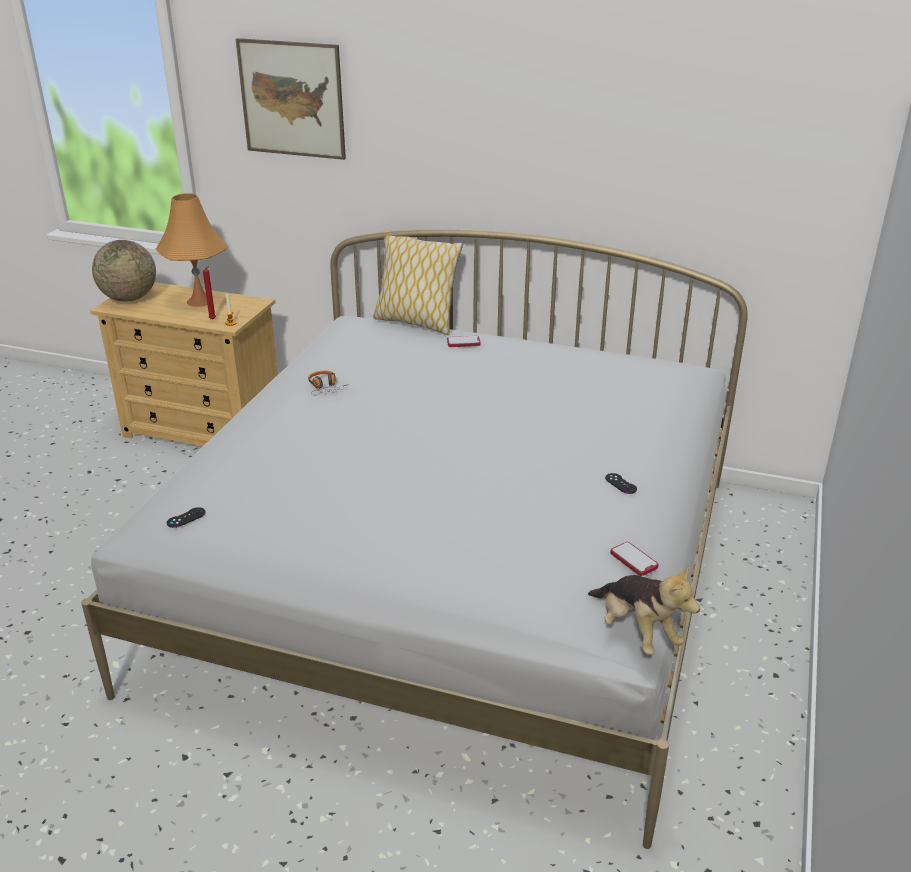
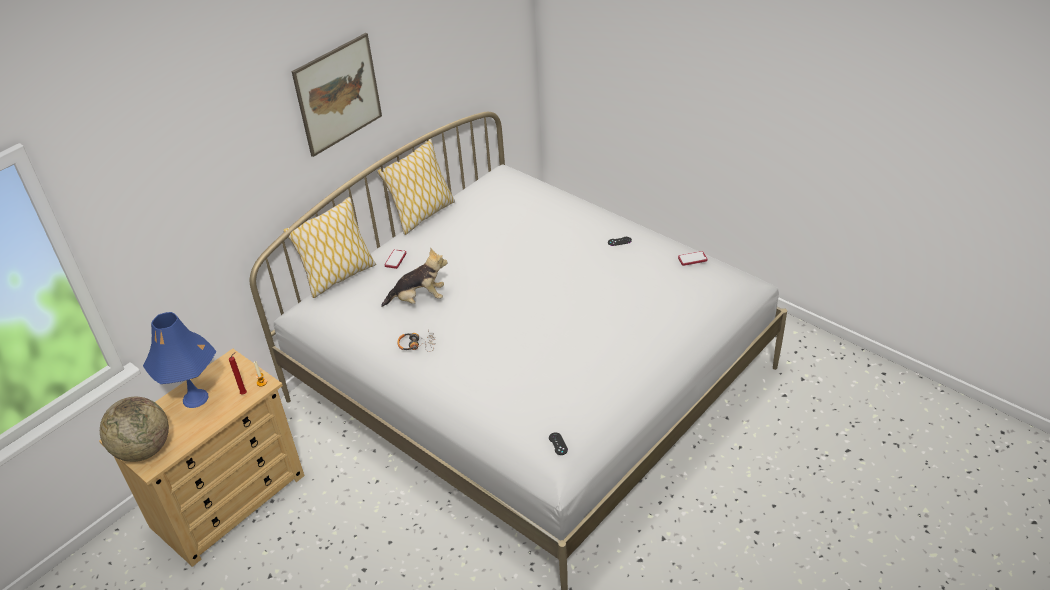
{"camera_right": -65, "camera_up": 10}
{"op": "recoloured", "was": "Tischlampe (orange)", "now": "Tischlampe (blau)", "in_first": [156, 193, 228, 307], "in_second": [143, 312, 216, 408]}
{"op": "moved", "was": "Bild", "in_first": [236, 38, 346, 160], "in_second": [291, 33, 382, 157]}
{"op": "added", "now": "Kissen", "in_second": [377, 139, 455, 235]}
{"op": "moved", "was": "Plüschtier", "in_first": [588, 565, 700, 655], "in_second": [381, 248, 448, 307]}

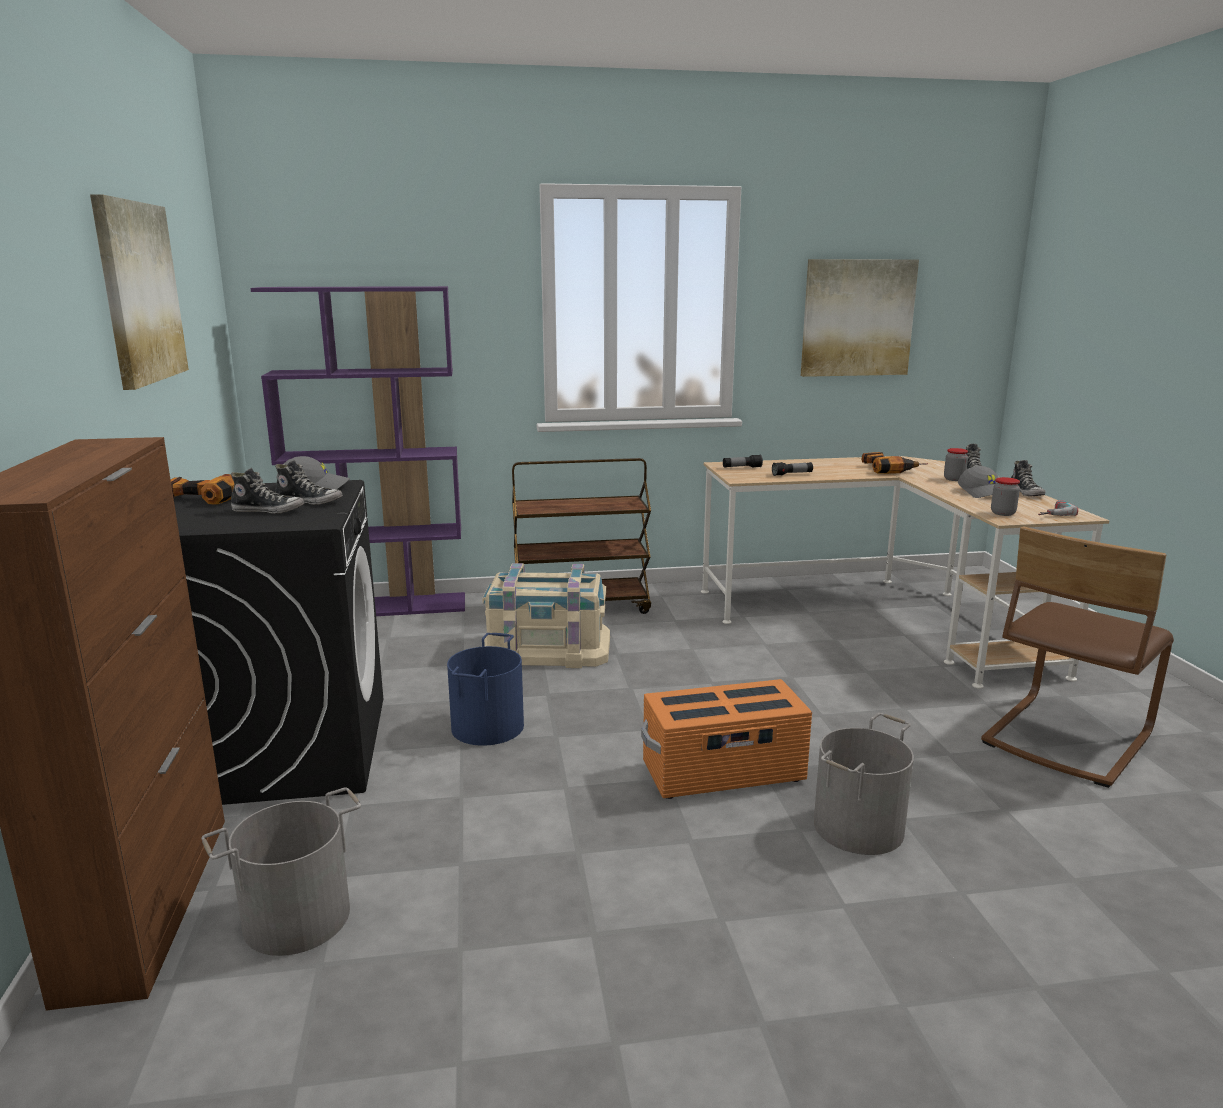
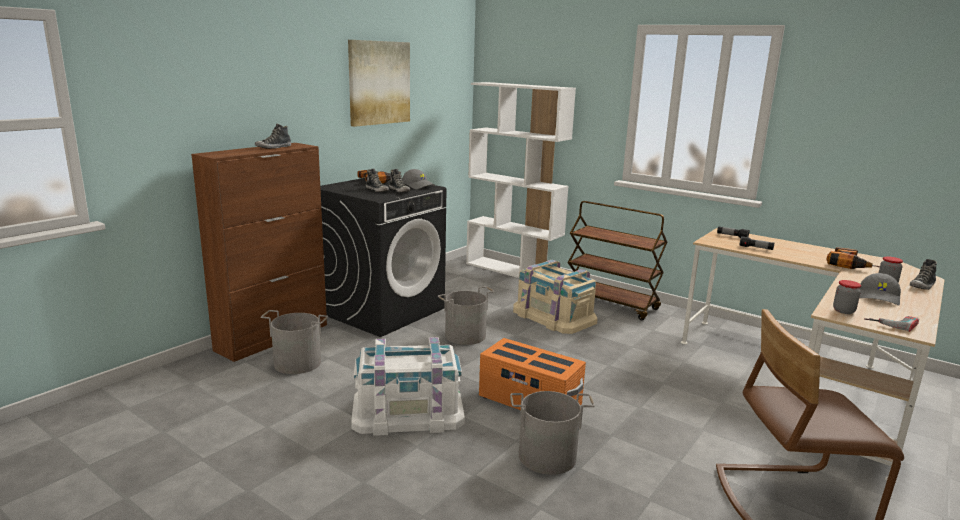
{"camera_right": 45, "camera_up": 0}
{"op": "moved", "was": "Schuh", "in_first": [1011, 460, 1045, 496], "in_second": [255, 124, 291, 149]}
{"op": "added", "now": "Aufbewahrungsbox (weiß)", "in_second": [351, 337, 465, 436]}
{"op": "recoloured", "was": "Eimer (blau)", "now": "Eimer (grau)", "in_first": [447, 633, 524, 746], "in_second": [438, 286, 494, 345]}
{"op": "recoloured", "was": "Bücherregal (lila)", "now": "Bücherregal (weiß)", "in_first": [250, 286, 465, 616], "in_second": [466, 82, 576, 278]}
{"op": "removed", "was": "Bild", "in_first": [801, 259, 919, 377]}

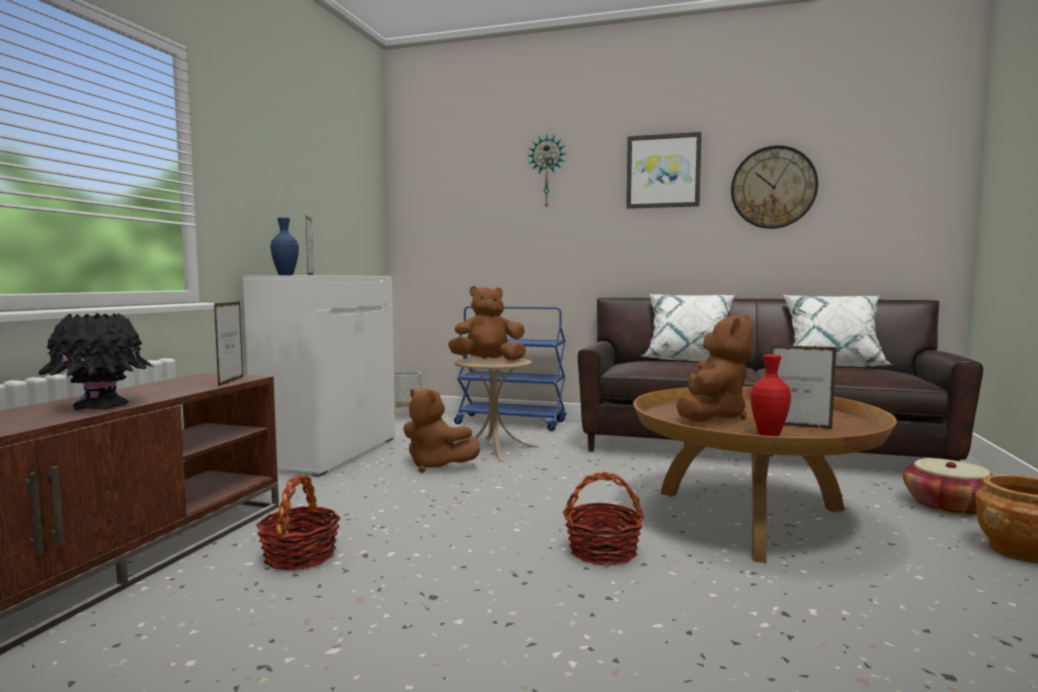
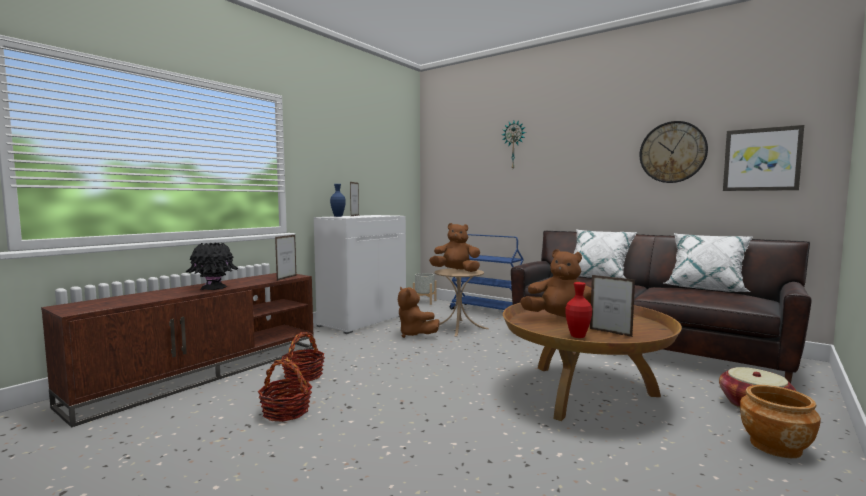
{"camera_right": 20, "camera_up": 0}
{"op": "moved", "was": "Korb", "in_first": [563, 472, 644, 566], "in_second": [258, 359, 312, 422]}
{"op": "turned", "was": "Plüschtier (braun)", "in_first": [676, 314, 753, 422], "in_second": [520, 249, 591, 317], "clockwise": -105}
{"op": "moved", "was": "Bild", "in_first": [626, 132, 702, 209], "in_second": [723, 125, 804, 191]}

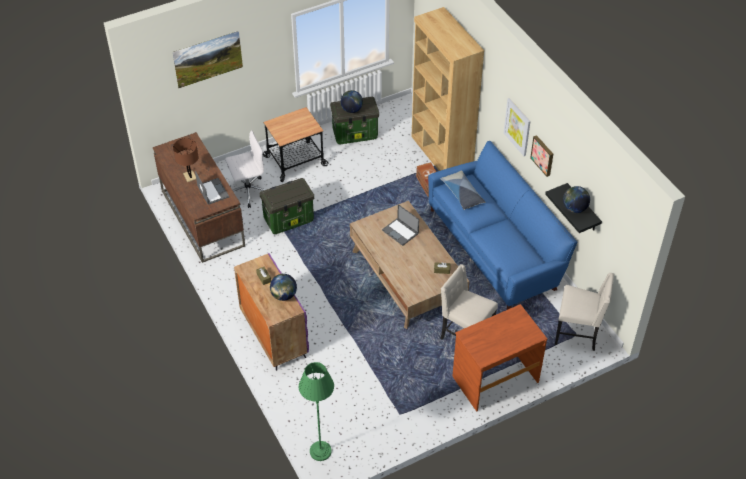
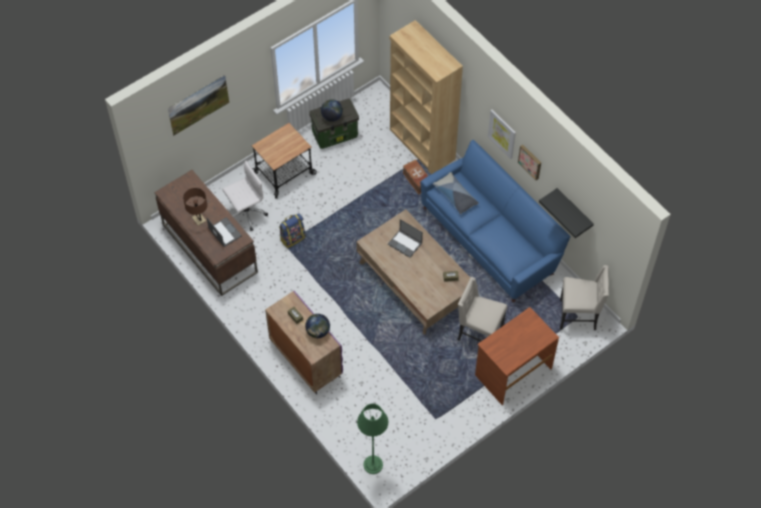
{"camera_right": -10, "camera_up": 10}
{"op": "replaced", "was": "Aufbewahrungsbox", "now": "Rucksack", "in_first": [260, 178, 314, 234], "in_second": [279, 213, 306, 248]}
{"op": "removed", "was": "Globus", "in_first": [563, 186, 590, 213]}

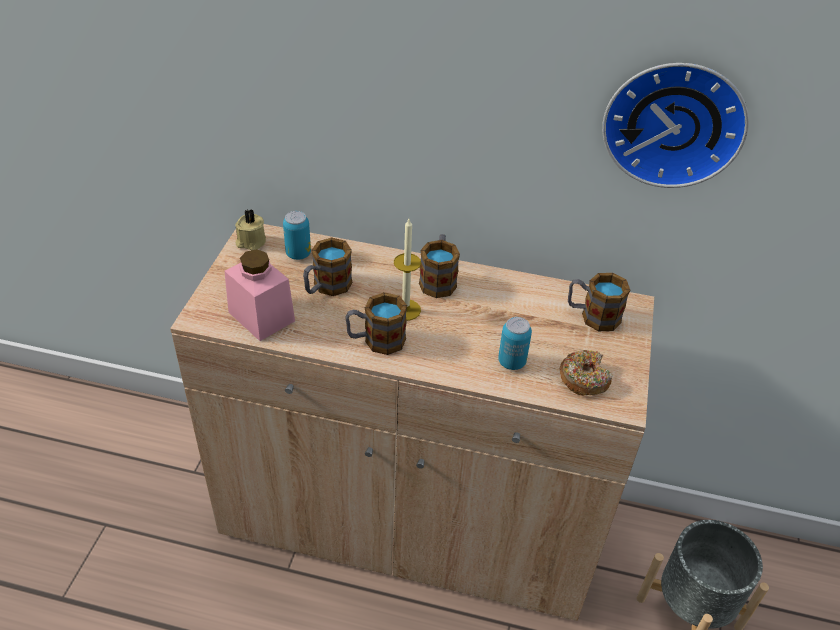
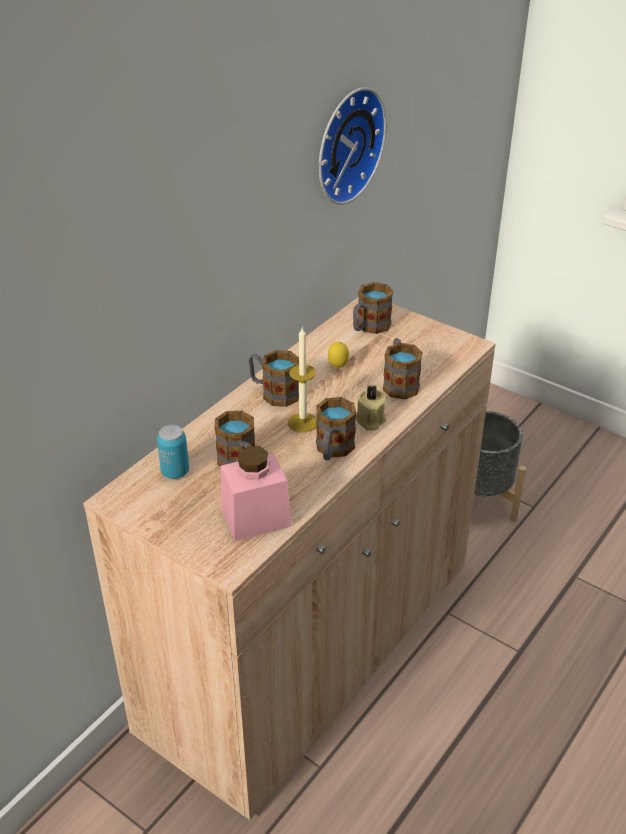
{"camera_right": -65, "camera_up": -5}
{"op": "added", "now": "Zitrone", "in_second": [328, 342, 349, 368]}
{"op": "moved", "was": "Kerze (beige)", "in_first": [235, 209, 266, 250], "in_second": [355, 386, 386, 431]}
{"op": "replaced", "was": "Dose", "now": "Henkelbecher", "in_first": [498, 317, 532, 370], "in_second": [383, 338, 423, 399]}
{"op": "removed", "was": "Donut", "in_first": [559, 350, 612, 396]}

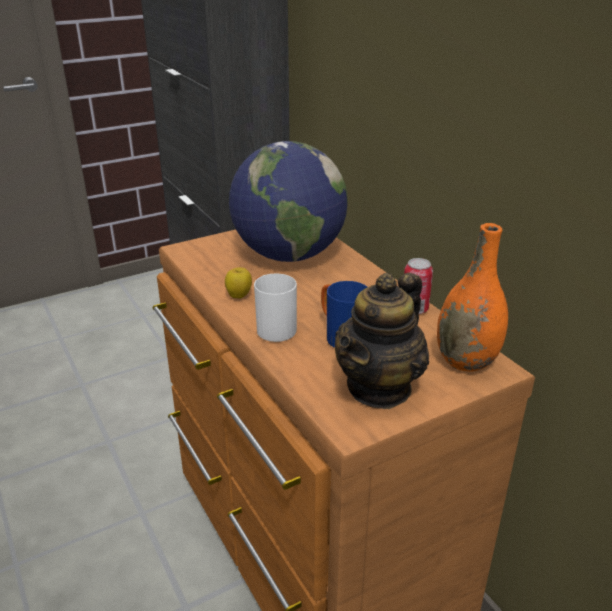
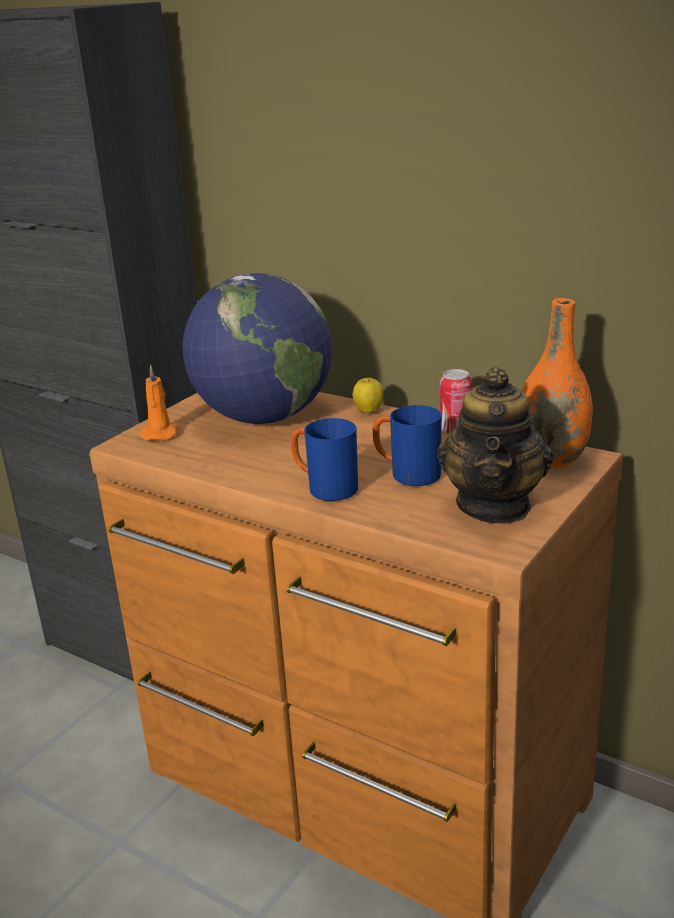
{"camera_right": -25, "camera_up": -5}
{"op": "added", "now": "Kerze (orange)", "in_second": [140, 365, 179, 440]}
{"op": "recoloured", "was": "Henkelbecher (weiß)", "now": "Henkelbecher (blau)", "in_first": [254, 274, 297, 342], "in_second": [291, 418, 358, 501]}
{"op": "moved", "was": "Apfel", "in_first": [225, 267, 252, 298], "in_second": [353, 378, 383, 413]}

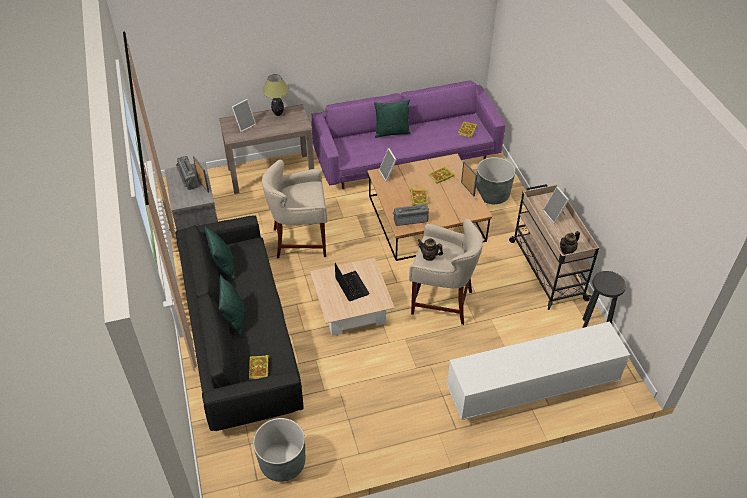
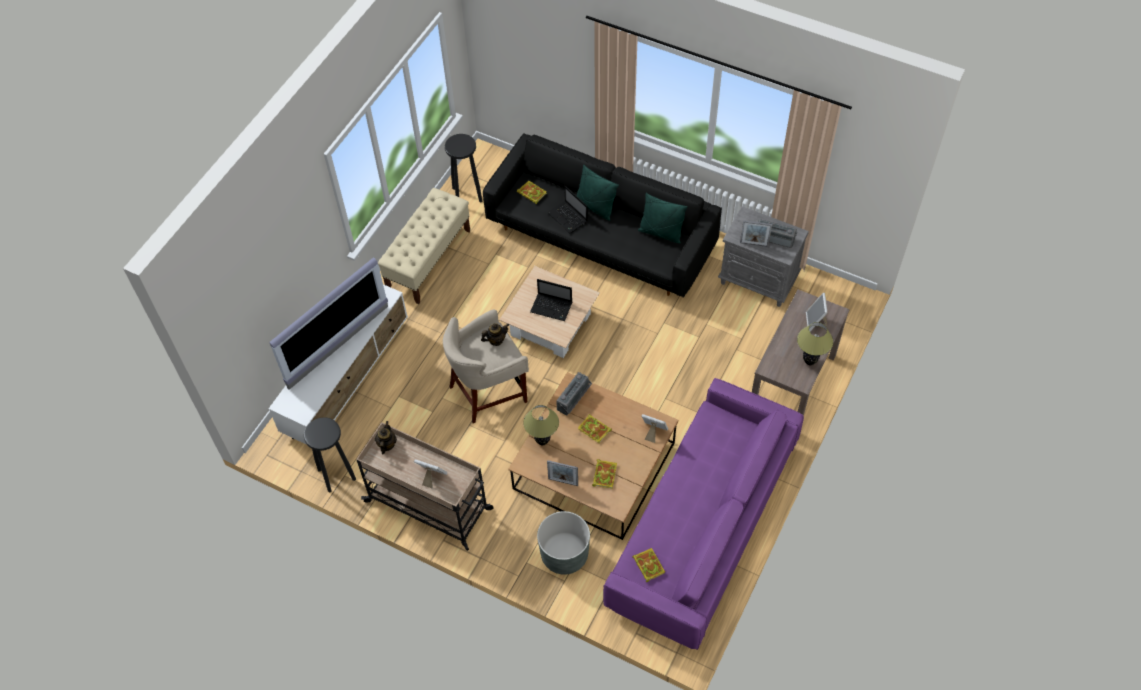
{"camera_right": 135, "camera_up": 10}
{"op": "added", "now": "Fernseher", "in_second": [269, 257, 388, 390]}
{"op": "added", "now": "Bank (beige)", "in_second": [378, 188, 470, 304]}
{"op": "replaced", "was": "Pflanzkübel (grau)", "now": "Hocker (schwarz)", "in_first": [253, 418, 305, 482], "in_second": [445, 134, 482, 202]}
{"op": "added", "now": "Tischlampe", "in_second": [523, 405, 559, 445]}
{"op": "added", "now": "Laptop", "in_second": [547, 186, 588, 233]}
{"op": "removed", "was": "Hocker (beige)", "in_first": [262, 160, 327, 259]}
{"op": "removed", "was": "Kissen (grün)", "in_first": [374, 100, 411, 138]}

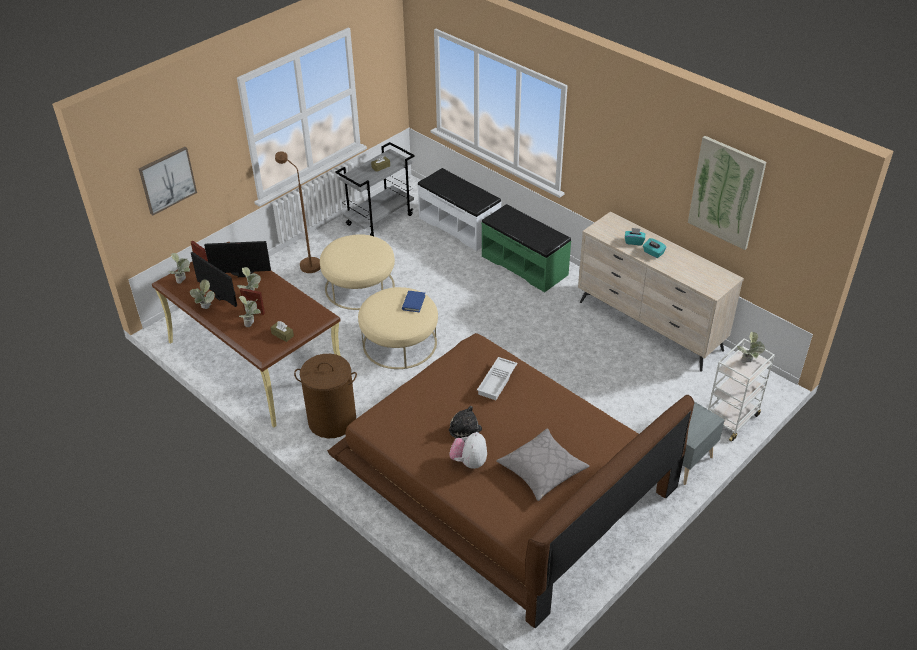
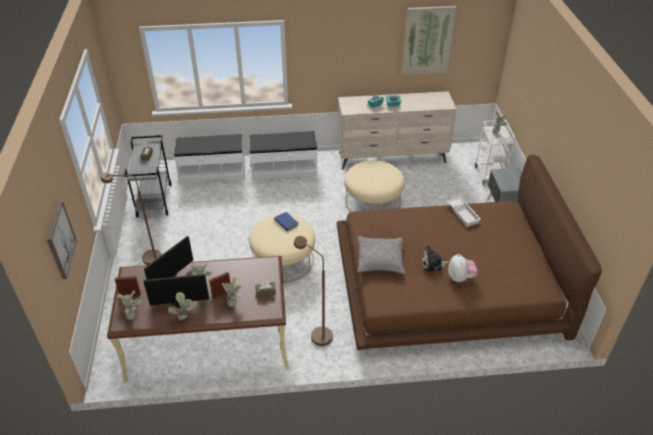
{"camera_right": -50, "camera_up": 0}
{"op": "recoloured", "was": "Bank (grün)", "now": "Bank (weiß)", "in_first": [481, 204, 571, 293], "in_second": [249, 131, 317, 181]}
{"op": "replaced", "was": "Wäschekorb (braun)", "now": "Stehlampe (braun)", "in_first": [294, 354, 357, 438], "in_second": [294, 236, 333, 346]}
{"op": "moved", "was": "Polsterhocker (beige)", "in_first": [320, 234, 395, 310], "in_second": [344, 160, 405, 212]}
{"op": "moved", "was": "Kissen (grau)", "in_first": [496, 428, 590, 501], "in_second": [357, 236, 406, 274]}
{"op": "moved", "was": "Tablett (weiß)", "in_first": [477, 357, 518, 400], "in_second": [447, 196, 481, 227]}
{"op": "turned", "was": "Plüschtier", "in_first": [449, 432, 487, 469], "in_second": [448, 254, 477, 282], "clockwise": -150}

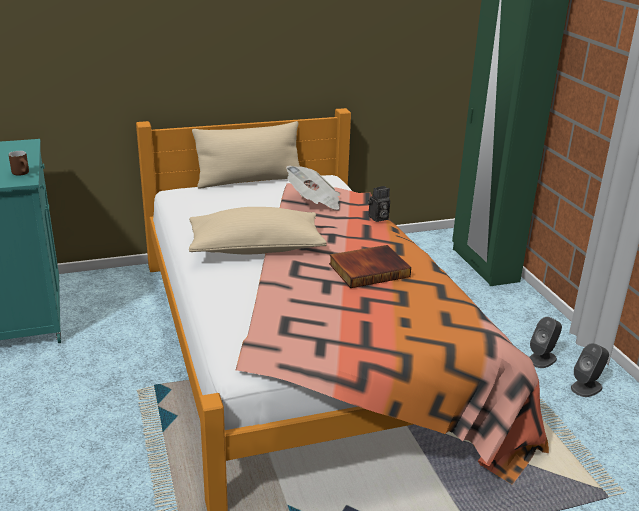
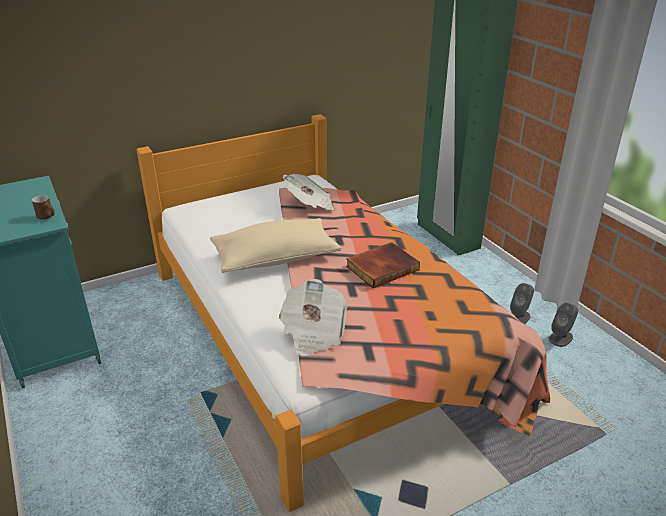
{"camera_right": -10, "camera_up": 5}
{"op": "added", "now": "Zeitung", "in_second": [279, 279, 348, 356]}
{"op": "removed", "was": "Kissen (beige)", "in_first": [192, 121, 300, 189]}
{"op": "removed", "was": "Kamera", "in_first": [368, 186, 390, 222]}

